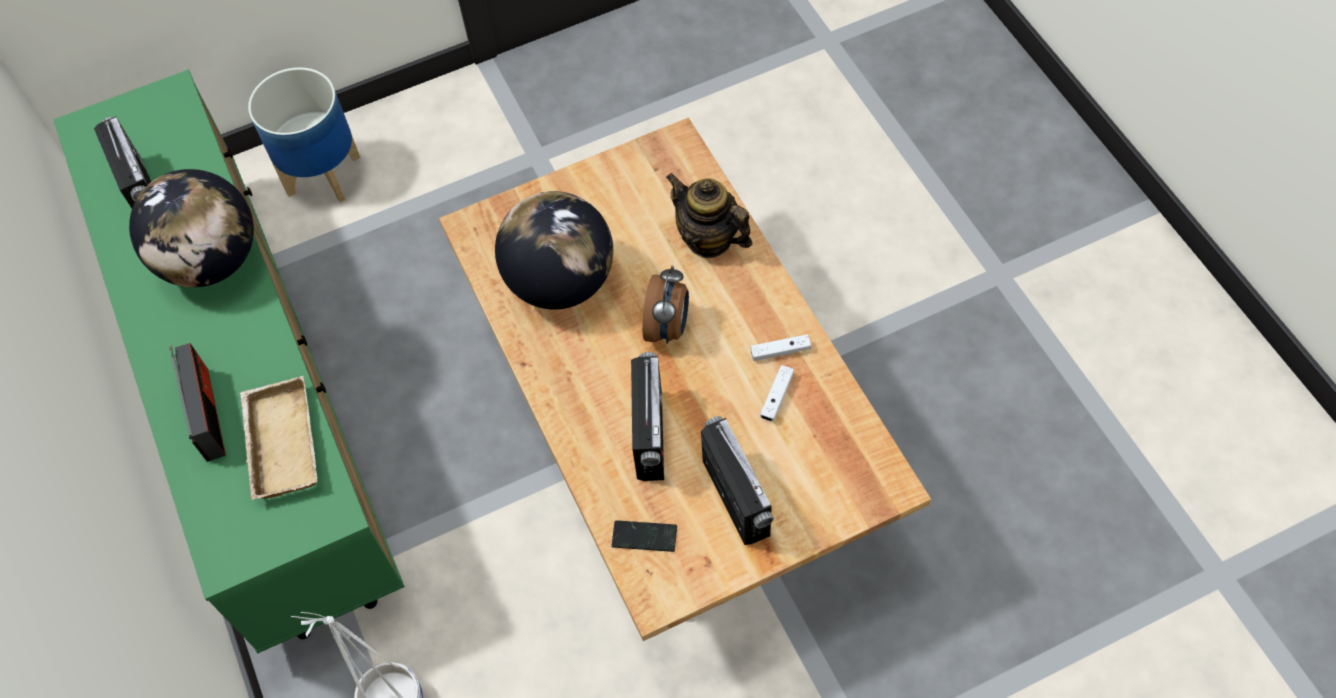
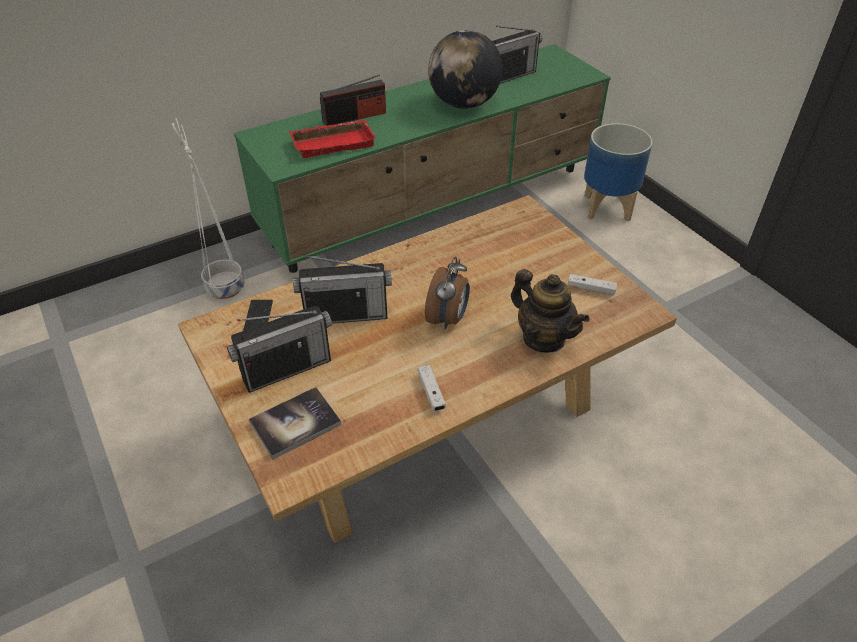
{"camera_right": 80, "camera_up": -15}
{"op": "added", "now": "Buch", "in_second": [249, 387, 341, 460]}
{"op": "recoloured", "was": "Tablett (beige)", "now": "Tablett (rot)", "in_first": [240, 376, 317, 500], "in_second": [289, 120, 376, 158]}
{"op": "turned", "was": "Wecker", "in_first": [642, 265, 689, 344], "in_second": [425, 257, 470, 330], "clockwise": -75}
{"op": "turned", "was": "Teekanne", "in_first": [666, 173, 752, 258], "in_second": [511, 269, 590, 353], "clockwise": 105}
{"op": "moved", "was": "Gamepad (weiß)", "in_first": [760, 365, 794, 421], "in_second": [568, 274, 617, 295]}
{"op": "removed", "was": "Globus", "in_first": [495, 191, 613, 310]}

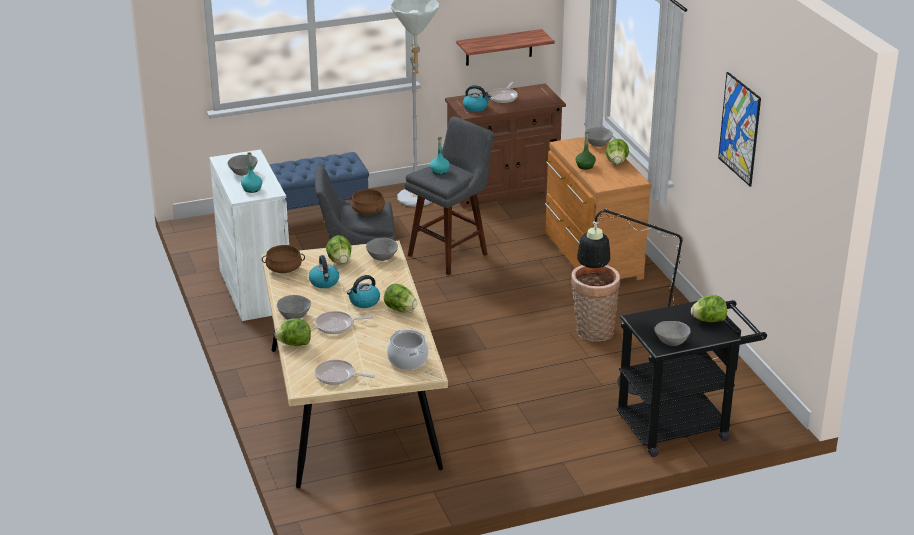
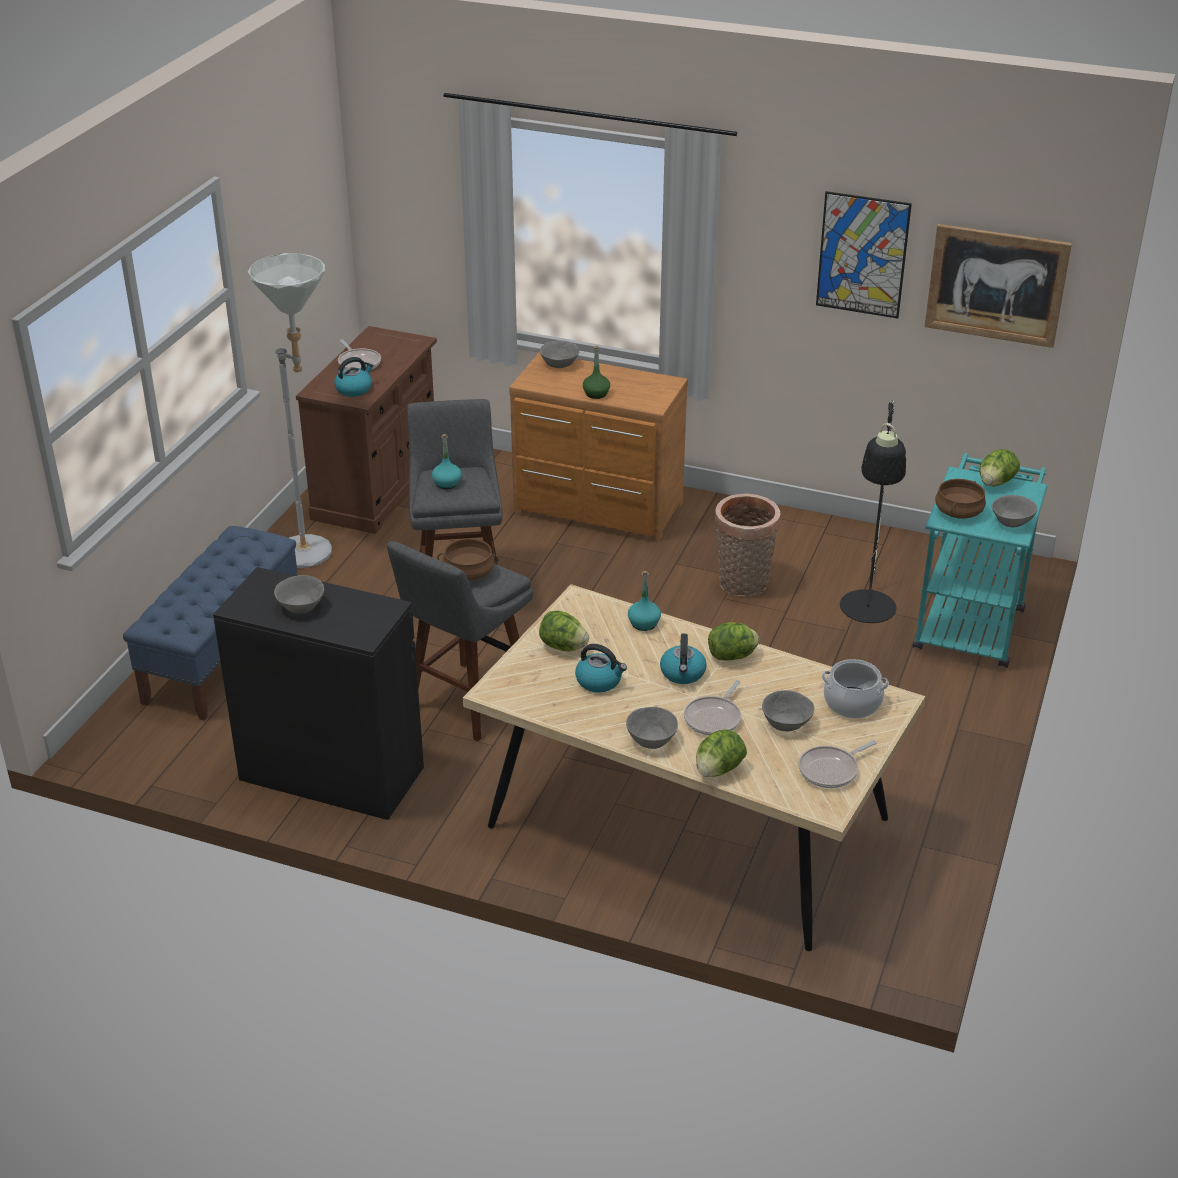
{"camera_right": -50, "camera_up": 5}
{"op": "recoloured", "was": "Schrank (weiß)", "now": "Schrank (schwarz)", "in_first": [209, 149, 289, 321], "in_second": [213, 567, 424, 820]}
{"op": "moved", "was": "Flasche (türkis)", "in_first": [241, 152, 263, 193], "in_second": [628, 571, 661, 631]}
{"op": "moved", "was": "Schüssel (grau)", "in_first": [366, 238, 398, 261], "in_second": [762, 690, 814, 731]}
{"op": "recoloured", "was": "Rollwagen (schwarz)", "now": "Rollwagen (türkis)", "in_first": [617, 300, 767, 457], "in_second": [912, 453, 1048, 668]}
{"op": "added", "now": "Bild", "in_second": [925, 224, 1072, 348]}
{"op": "moved", "was": "Kochtopf (braun)", "in_first": [262, 245, 305, 273], "in_second": [935, 479, 986, 519]}
{"op": "removed", "was": "Wandregal", "in_first": [456, 29, 555, 66]}
{"op": "removed", "was": "Salatkopf", "in_first": [606, 139, 629, 165]}

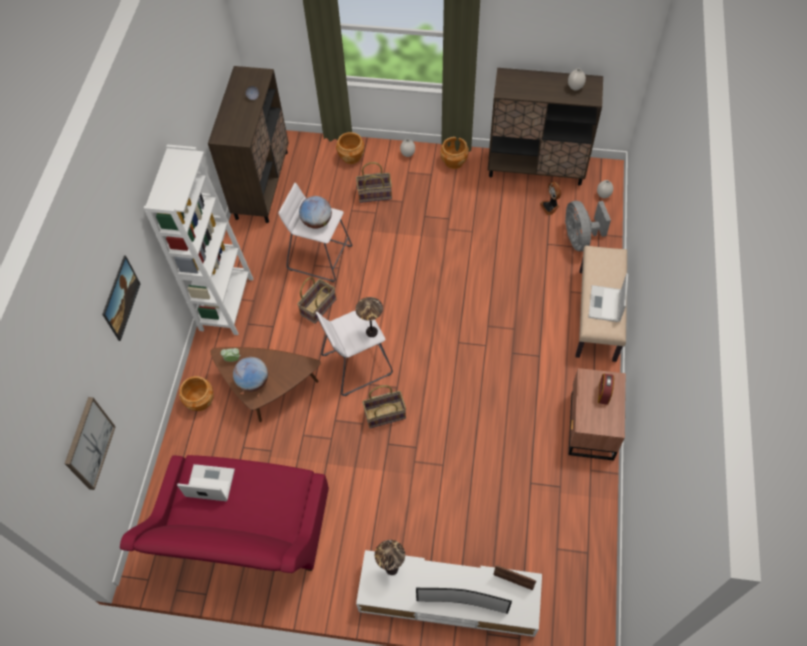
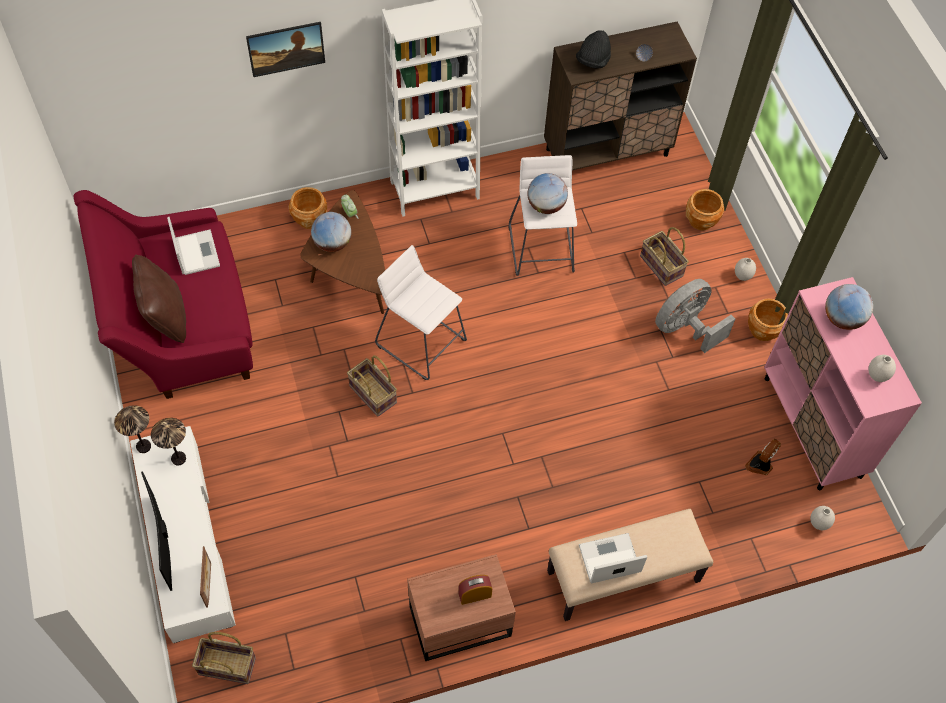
{"camera_right": 60, "camera_up": 0}
{"op": "moved", "was": "Tischlampe", "in_first": [355, 297, 383, 337], "in_second": [114, 405, 151, 453]}
{"op": "added", "now": "Kissen (braun)", "in_second": [132, 255, 186, 343]}
{"op": "moved", "was": "Korb", "in_first": [297, 277, 336, 324], "in_second": [192, 632, 256, 684]}
{"op": "added", "now": "Hut (schwarz)", "in_second": [576, 30, 611, 68]}
{"op": "moved", "was": "Ventilator (grau)", "in_first": [565, 201, 611, 251], "in_second": [655, 279, 735, 353]}
{"op": "recoloured", "was": "Schrank (braun)", "now": "Schrank (rosa)", "in_first": [488, 68, 603, 186], "in_second": [764, 277, 922, 490]}
{"op": "added", "now": "Globus", "in_second": [825, 284, 873, 330]}
{"op": "removed", "was": "Bild", "in_first": [65, 397, 116, 490]}

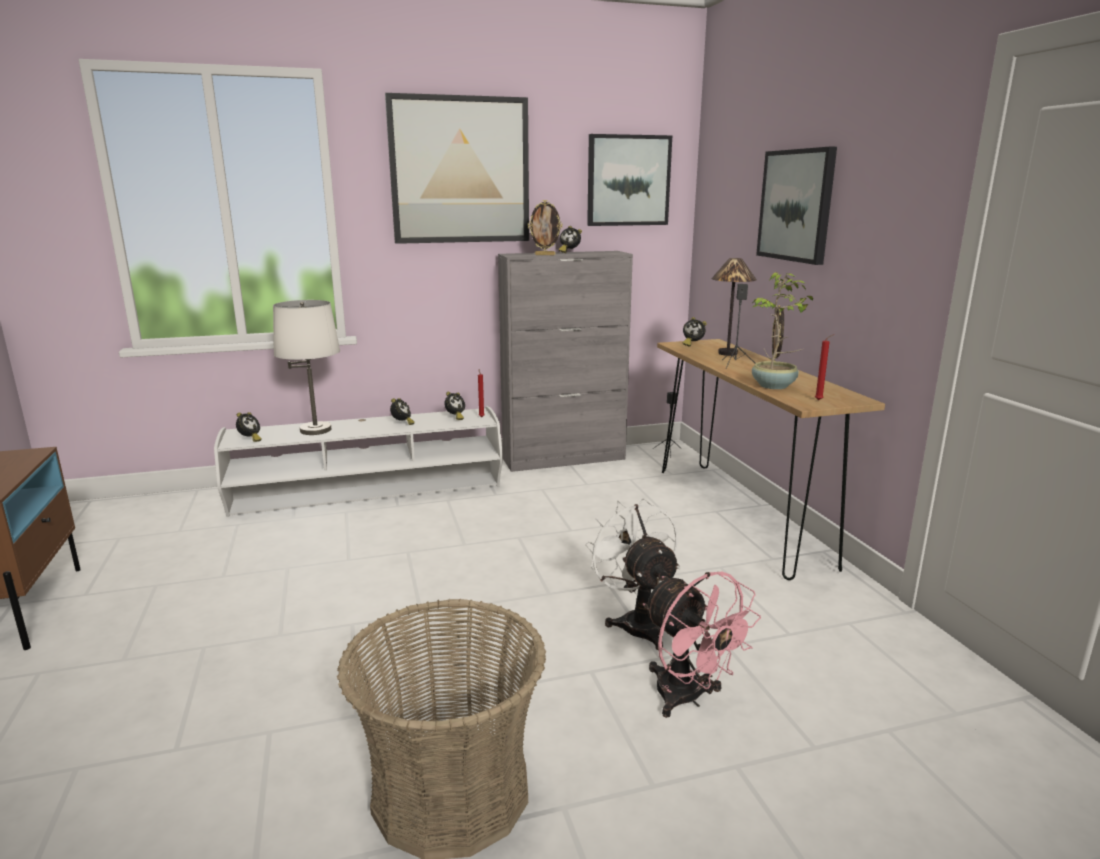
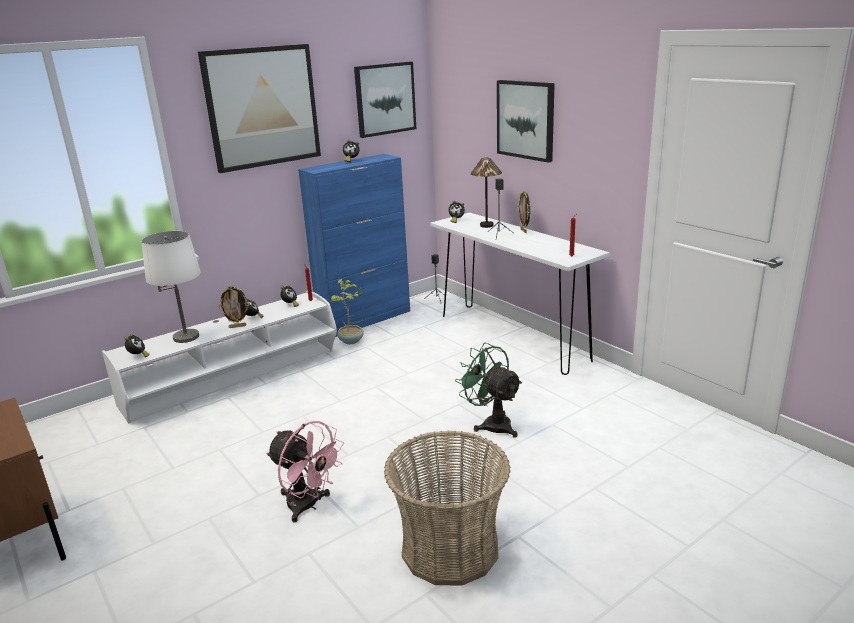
{"camera_right": -20, "camera_up": 5}
{"op": "moved", "was": "Bilderrahmen", "in_first": [528, 200, 562, 255], "in_second": [219, 286, 249, 328]}
{"op": "moved", "was": "Ventilator (rosa)", "in_first": [643, 571, 761, 718], "in_second": [266, 421, 344, 523]}
{"op": "recoloured", "was": "Schrank (grau)", "now": "Schrank (blau)", "in_first": [498, 251, 633, 472], "in_second": [298, 154, 410, 337]}
{"op": "moved", "was": "Topfpflanze", "in_first": [752, 272, 813, 389], "in_second": [330, 279, 364, 344]}
{"op": "recoloured", "was": "Konsolentisch (braun)", "now": "Konsolentisch (weiß)", "in_first": [657, 339, 885, 580], "in_second": [430, 212, 610, 375]}
{"op": "recoloured", "was": "Ventilator (weiß)", "now": "Ventilator (grün)", "in_first": [585, 498, 680, 650], "in_second": [455, 343, 522, 438]}

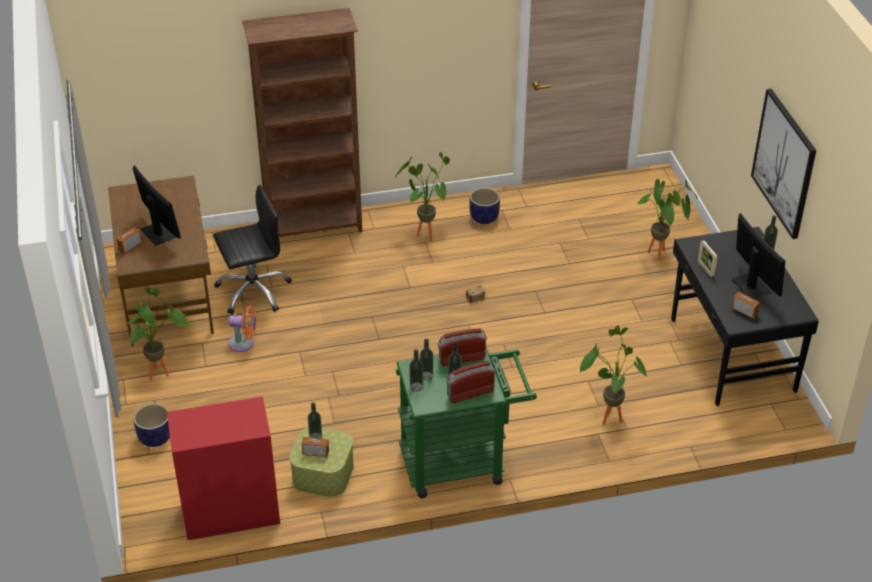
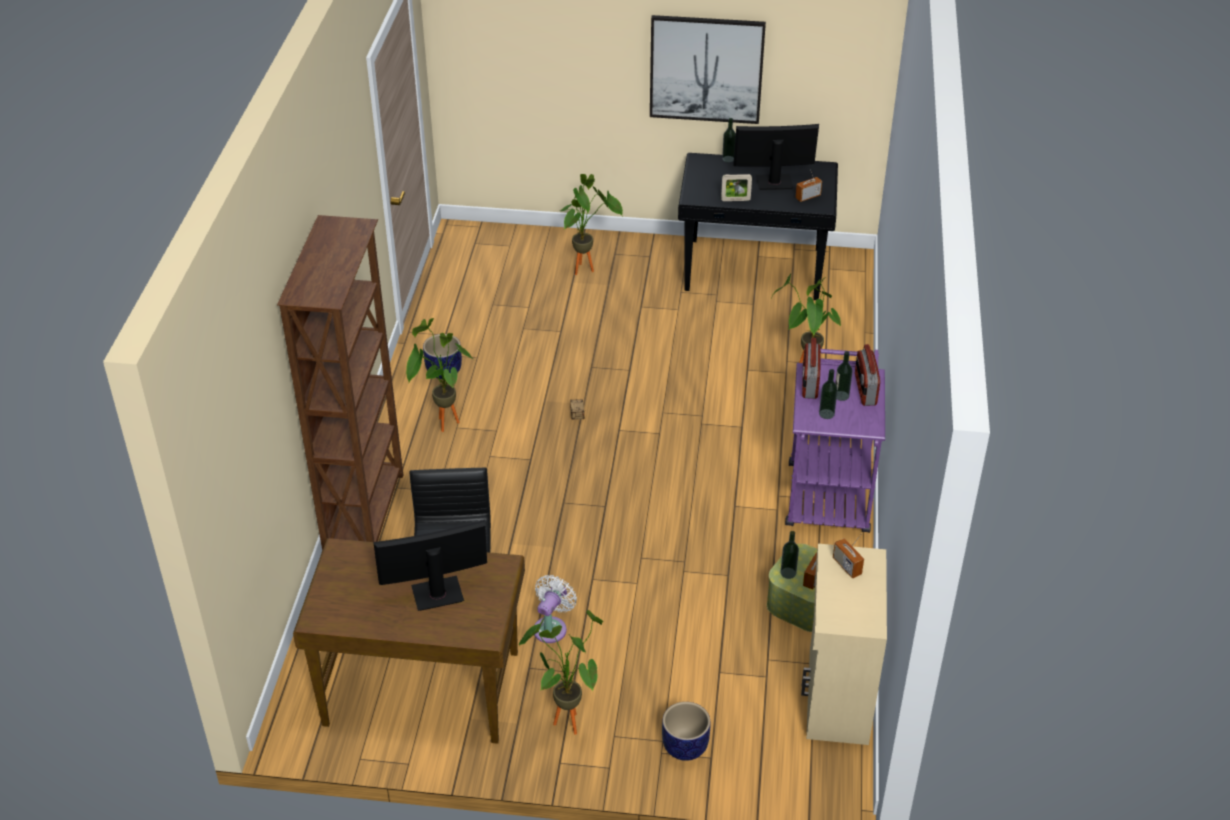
{"camera_right": -70, "camera_up": 0}
{"op": "recoloured", "was": "Ventilator (orange)", "now": "Ventilator (weiß)", "in_first": [228, 305, 257, 352], "in_second": [534, 575, 577, 643]}
{"op": "recoloured", "was": "Rollwagen (grün)", "now": "Rollwagen (lila)", "in_first": [396, 348, 537, 498], "in_second": [785, 348, 885, 533]}
{"op": "recoloured", "was": "Schrank (rot)", "now": "Schrank (beige)", "in_first": [167, 396, 280, 540], "in_second": [801, 544, 887, 745]}
{"op": "moved", "was": "Radio", "in_first": [116, 224, 142, 254], "in_second": [833, 534, 864, 579]}
{"op": "removed", "was": "Flasche", "in_first": [409, 349, 423, 392]}

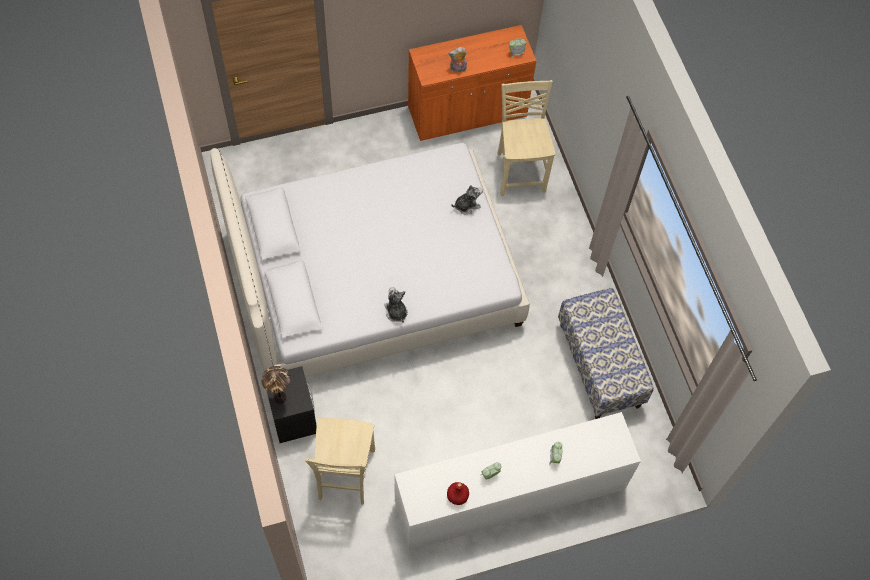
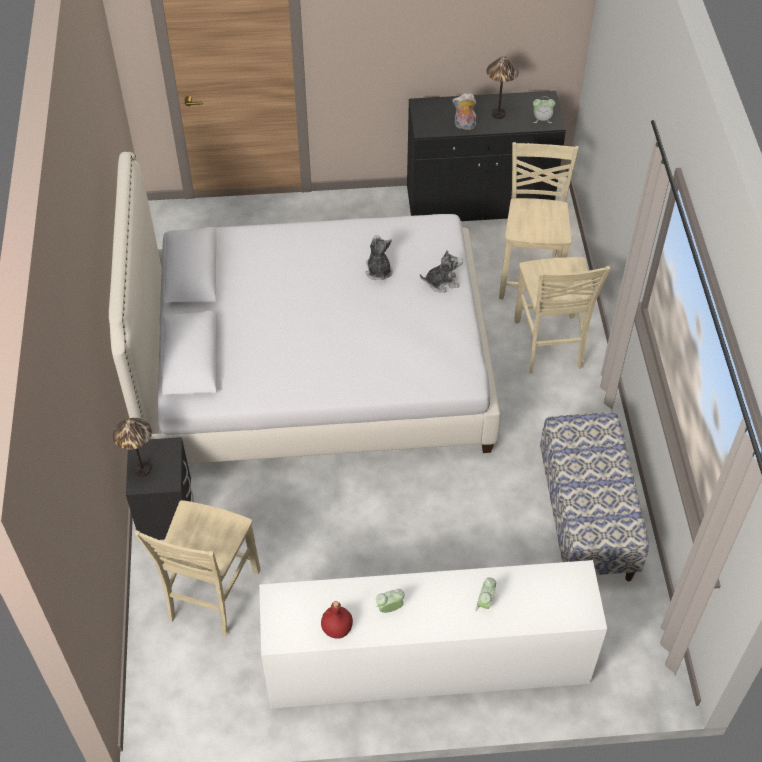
{"camera_right": 15, "camera_up": -10}
{"op": "moved", "was": "Plüschtier", "in_first": [384, 287, 408, 323], "in_second": [365, 235, 393, 280]}
{"op": "recoloured", "was": "Schrank (orange)", "now": "Schrank (schwarz)", "in_first": [408, 25, 536, 141], "in_second": [407, 91, 566, 221]}
{"op": "added", "now": "Tischlampe", "in_second": [486, 56, 519, 119]}
{"op": "added", "now": "Stuhl (beige)", "in_second": [514, 257, 610, 374]}

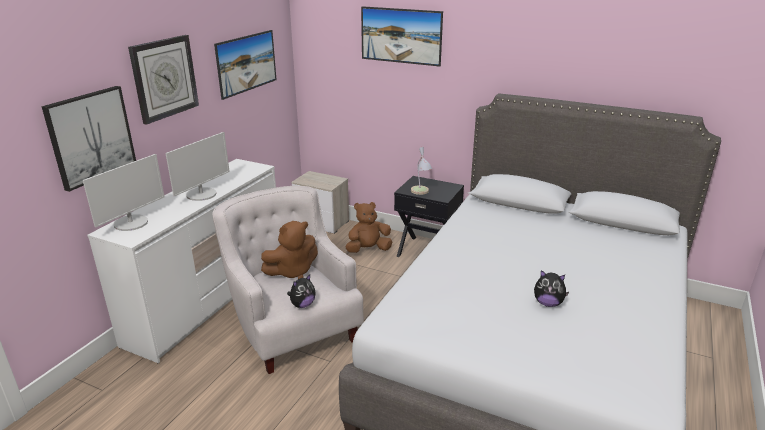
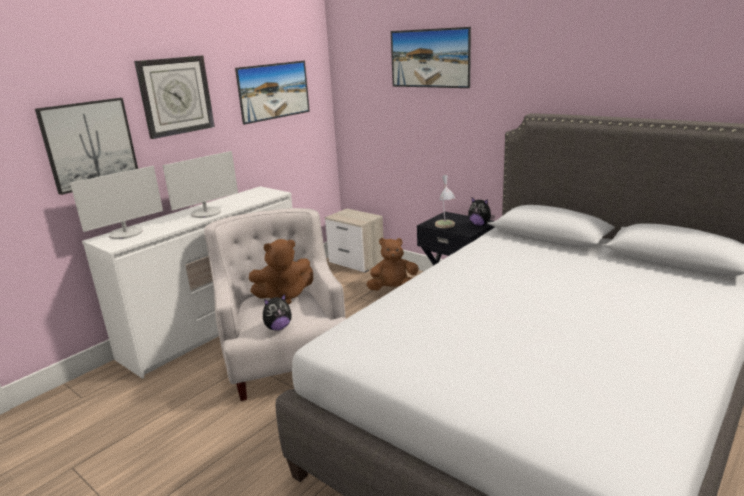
{"camera_right": 15, "camera_up": -5}
{"op": "moved", "was": "Plüschtier", "in_first": [534, 270, 569, 307], "in_second": [468, 198, 495, 226]}

